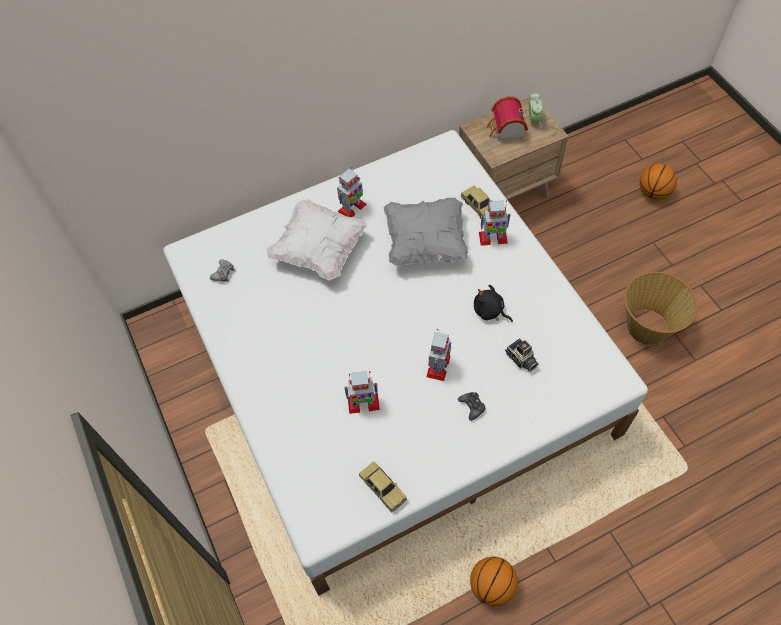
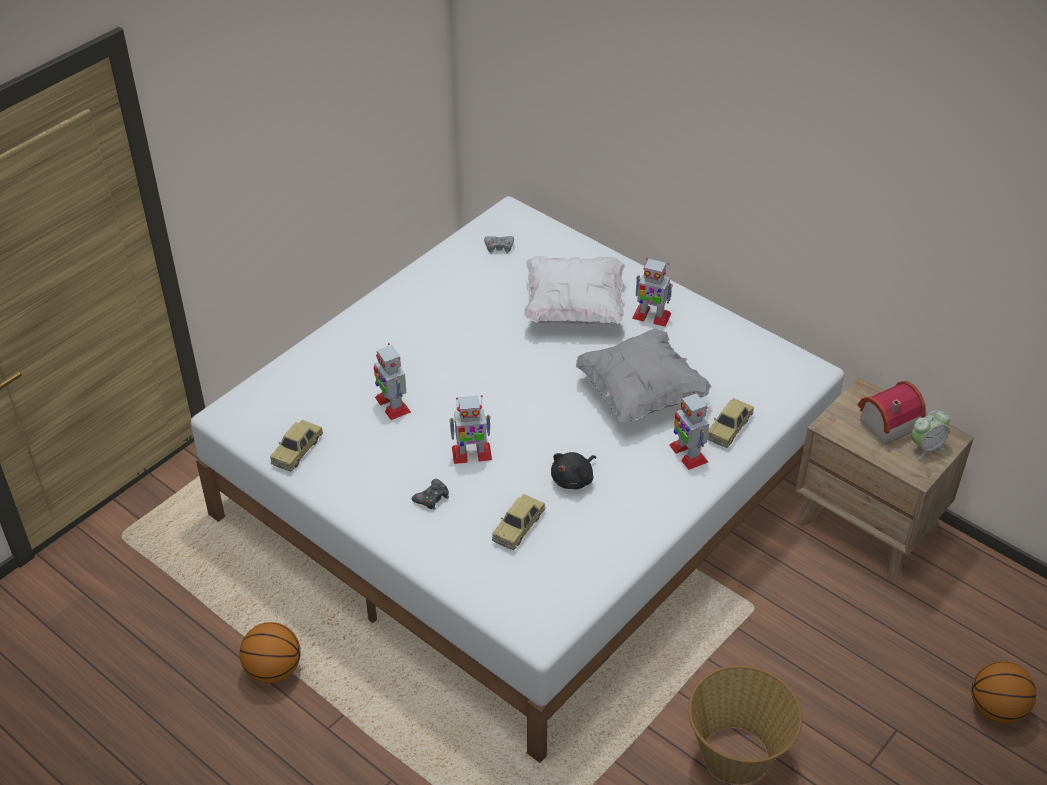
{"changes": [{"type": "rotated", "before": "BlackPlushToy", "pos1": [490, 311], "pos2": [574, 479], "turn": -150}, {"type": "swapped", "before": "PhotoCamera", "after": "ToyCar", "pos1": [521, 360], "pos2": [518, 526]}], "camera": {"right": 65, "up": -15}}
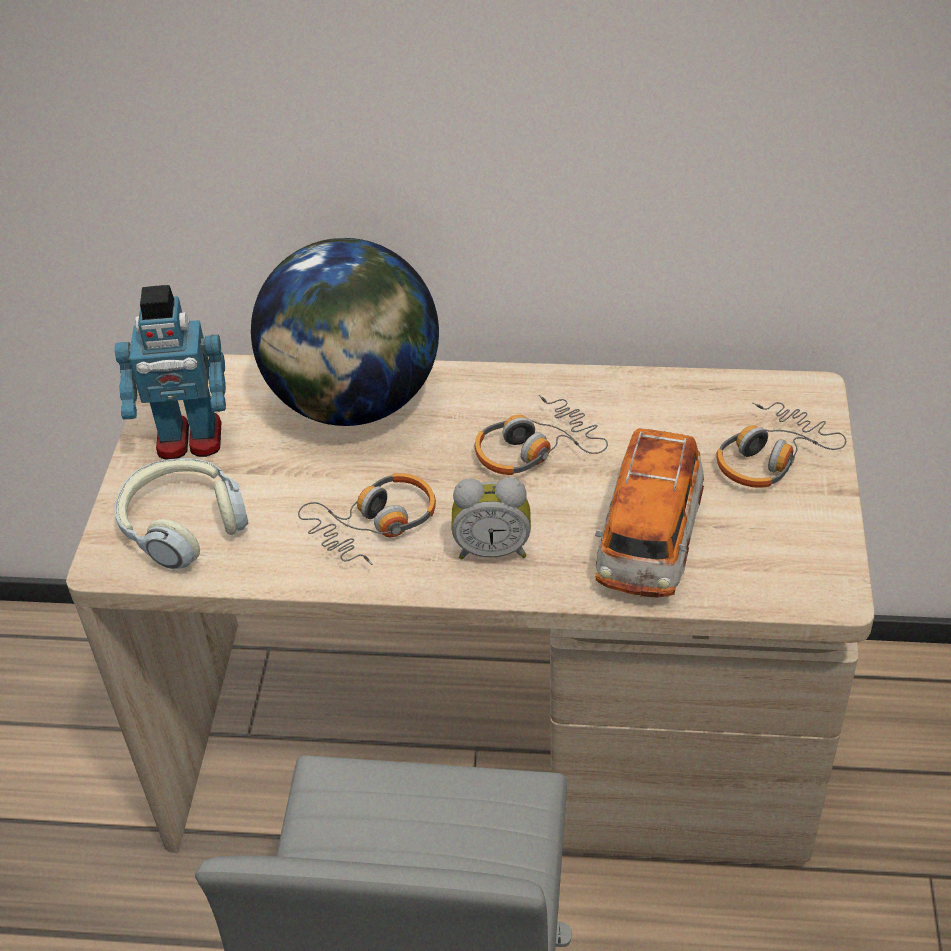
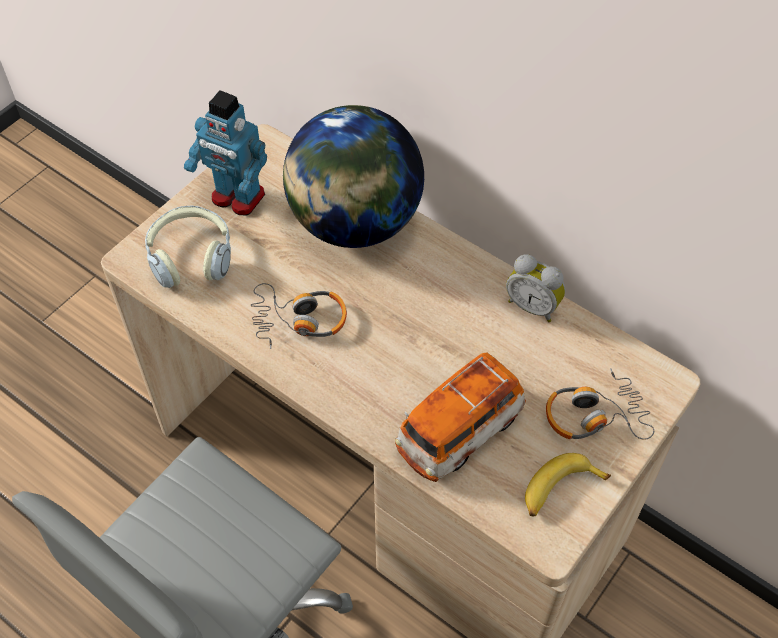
{"changes": [{"type": "shifted", "before": "AlarmClock", "pos1": [492, 548], "pos2": [533, 305]}, {"type": "gone", "before": "Headphones", "pos1": [535, 449]}, {"type": "new", "after": "Banana", "pos2": [559, 490]}], "camera": {"right": 30, "up": 10}}
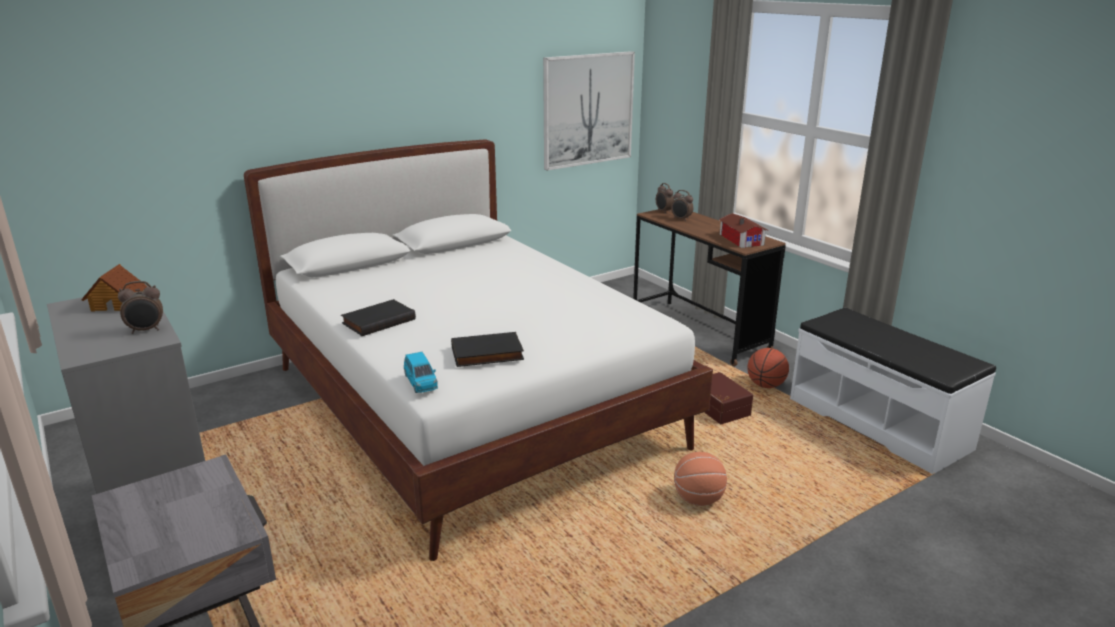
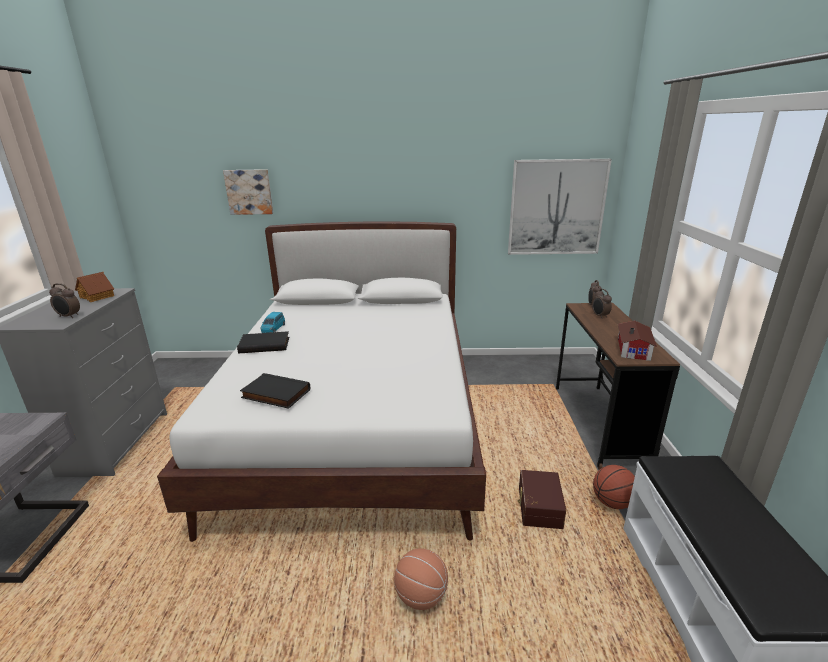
{"changes": [{"type": "shifted", "before": "BlueToyCar", "pos1": [421, 382], "pos2": [273, 329]}, {"type": "new", "after": "Picture", "pos2": [249, 192]}], "camera": {"right": 35, "up": 0}}
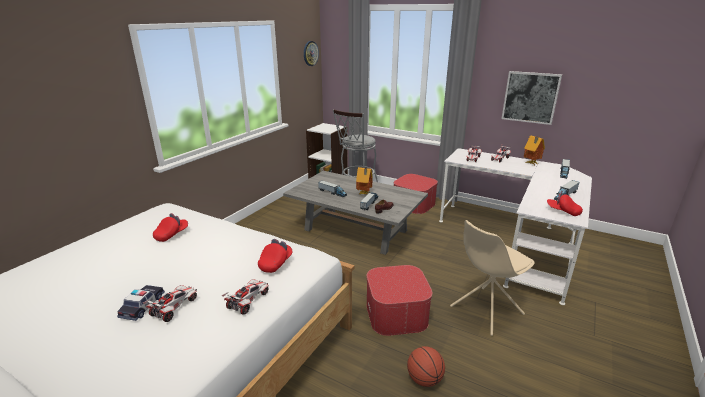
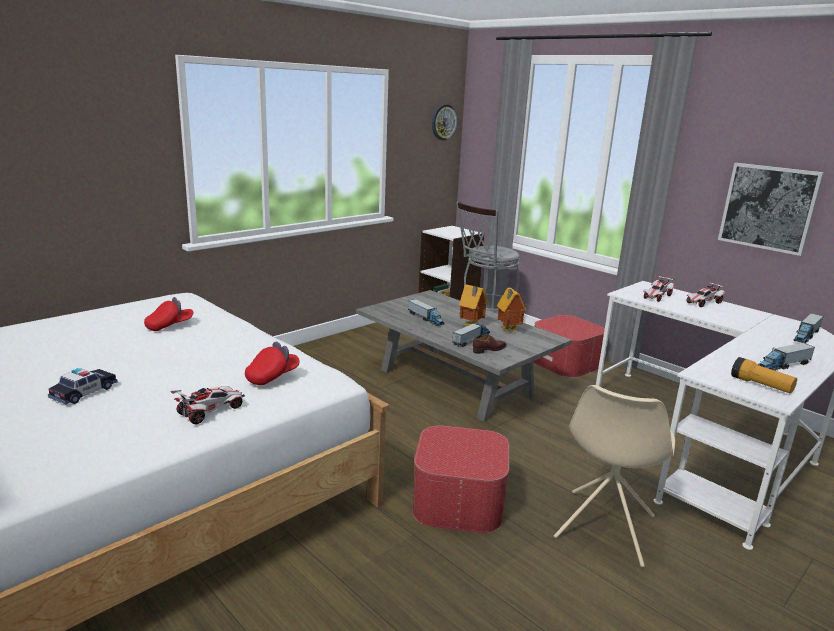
{"changes": [{"type": "gone", "before": "ToyCar", "pos1": [174, 308]}, {"type": "gone", "before": "Basketball", "pos1": [424, 379]}, {"type": "rotated", "before": "BeigeChair", "pos1": [485, 311], "pos2": [604, 528], "turn": -45}, {"type": "shifted", "before": "ToyHouse", "pos1": [531, 164], "pos2": [508, 331]}, {"type": "swapped", "before": "RedCap", "after": "Flashlight", "pos1": [562, 211], "pos2": [761, 385]}], "camera": {"right": 15, "up": -5}}
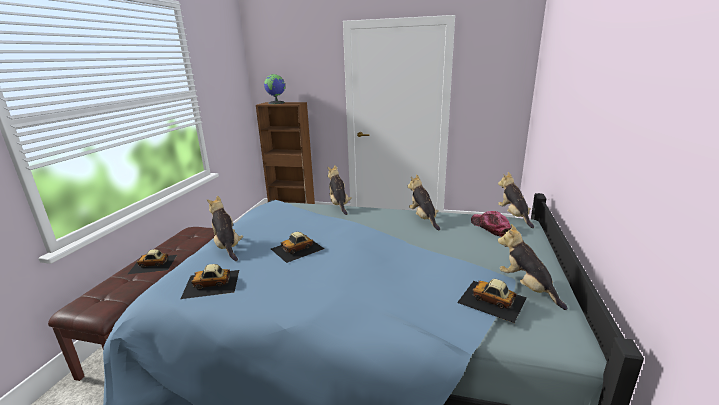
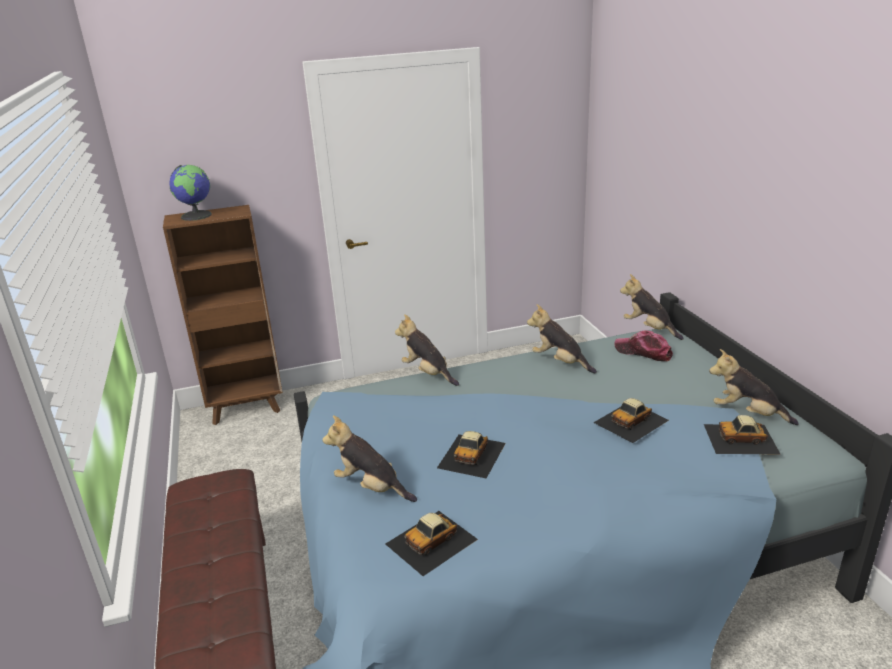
{"changes": [{"type": "shifted", "before": "ToyCar", "pos1": [153, 264], "pos2": [631, 421]}], "camera": {"right": -30, "up": 5}}
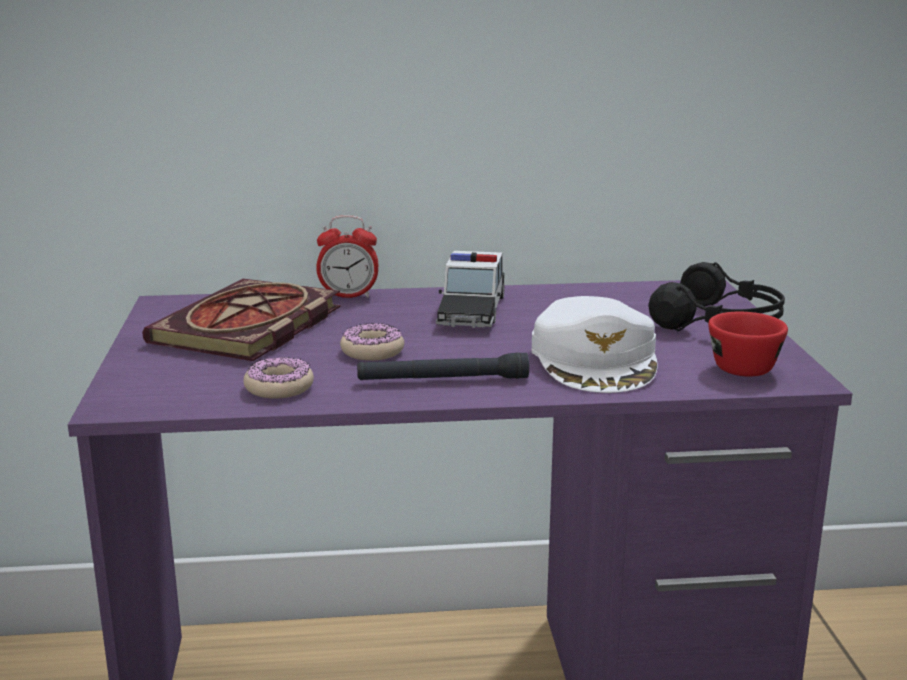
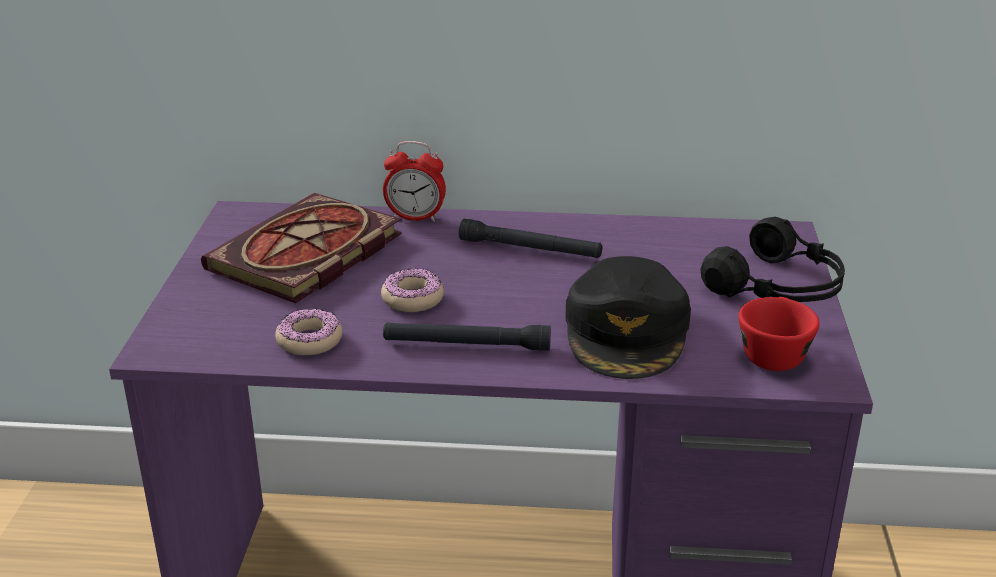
{"changes": [{"type": "swapped", "before": "ToyCar", "after": "BlackFlashlight", "pos1": [472, 311], "pos2": [530, 249]}, {"type": "repainted", "before": "WhiteCap", "after": "BlackCap", "pos1": [596, 360], "pos2": [627, 331]}], "camera": {"right": 10, "up": 10}}
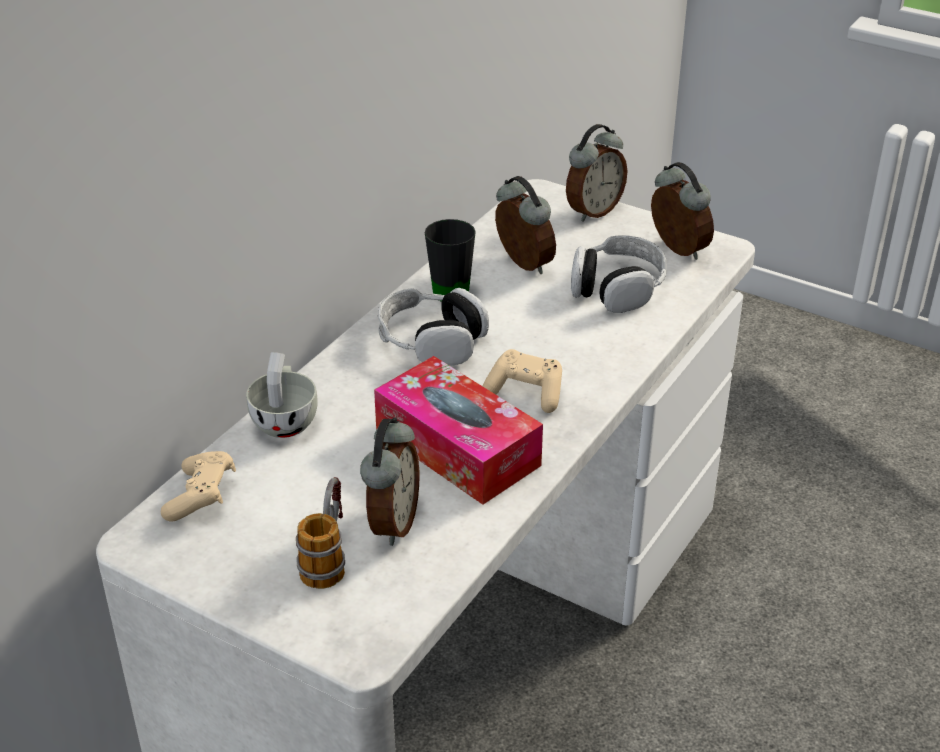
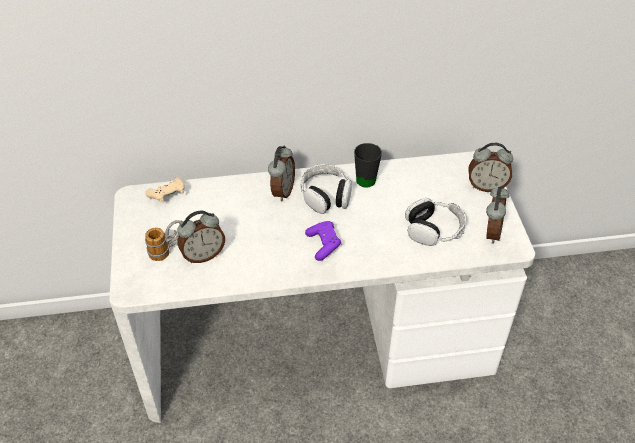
{"changes": [{"type": "gone", "before": "WhiteCup", "pos1": [285, 419]}, {"type": "gone", "before": "TissueBox", "pos1": [457, 448]}, {"type": "repainted", "before": "BeigeGameController", "after": "PurpleGameController", "pos1": [525, 392], "pos2": [323, 245]}, {"type": "shifted", "before": "AlarmClock", "pos1": [522, 265], "pos2": [282, 191]}], "camera": {"right": 50, "up": 10}}
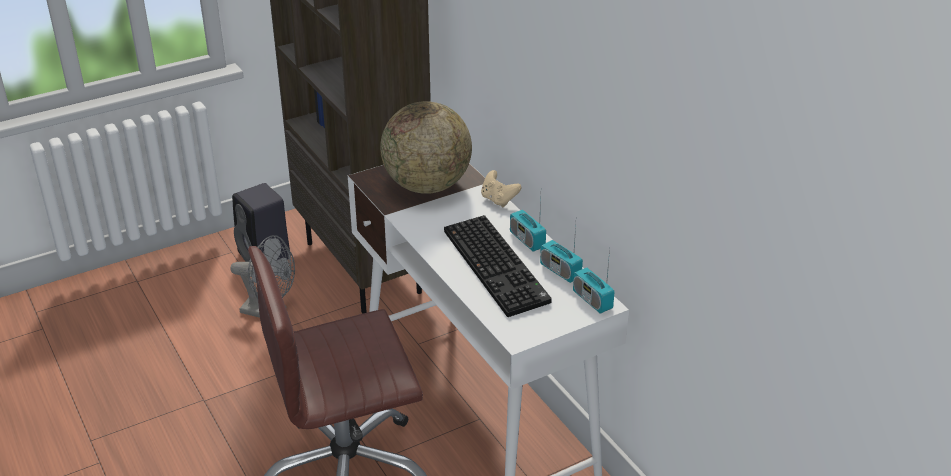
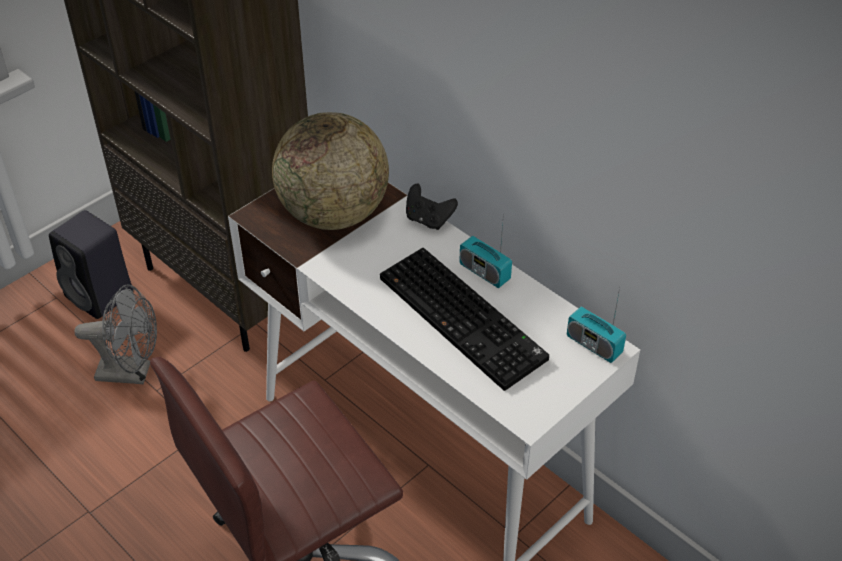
{"changes": [{"type": "repainted", "before": "BeigeGameController", "after": "BlackGameController", "pos1": [498, 200], "pos2": [428, 220]}, {"type": "gone", "before": "Radio", "pos1": [560, 271]}], "camera": {"right": -15, "up": 10}}
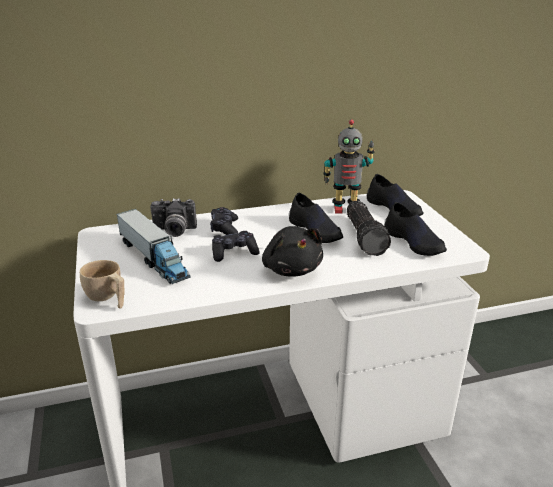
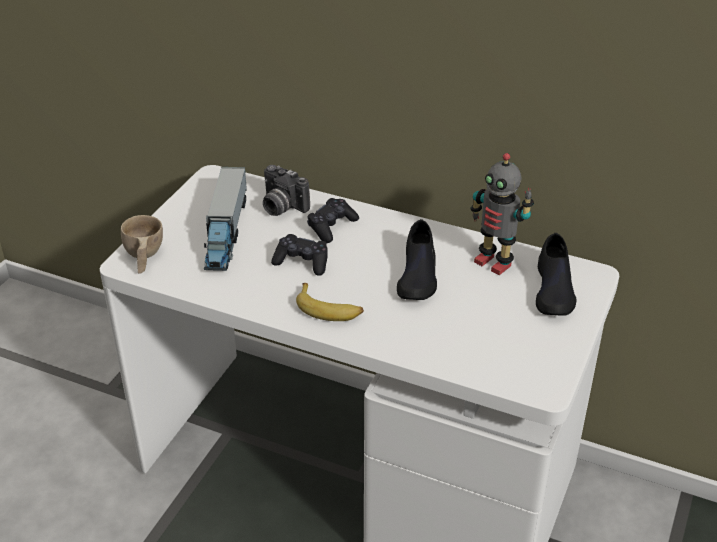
{"changes": [{"type": "swapped", "before": "BlackPlushToy", "after": "Banana", "pos1": [291, 269], "pos2": [329, 309]}, {"type": "gone", "before": "Flashlight", "pos1": [366, 237]}, {"type": "gone", "before": "BlackShoe", "pos1": [414, 242]}], "camera": {"right": 40, "up": 10}}
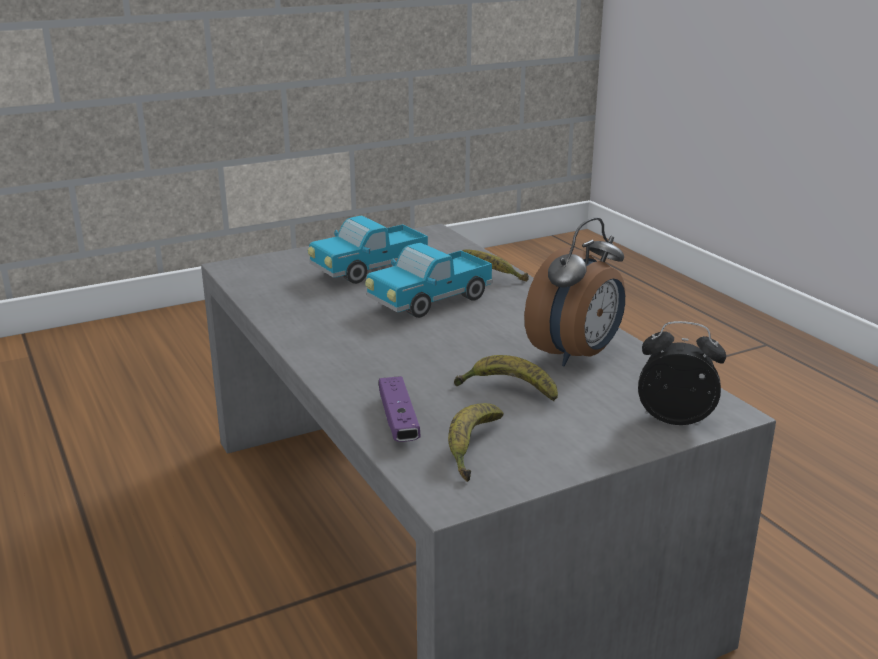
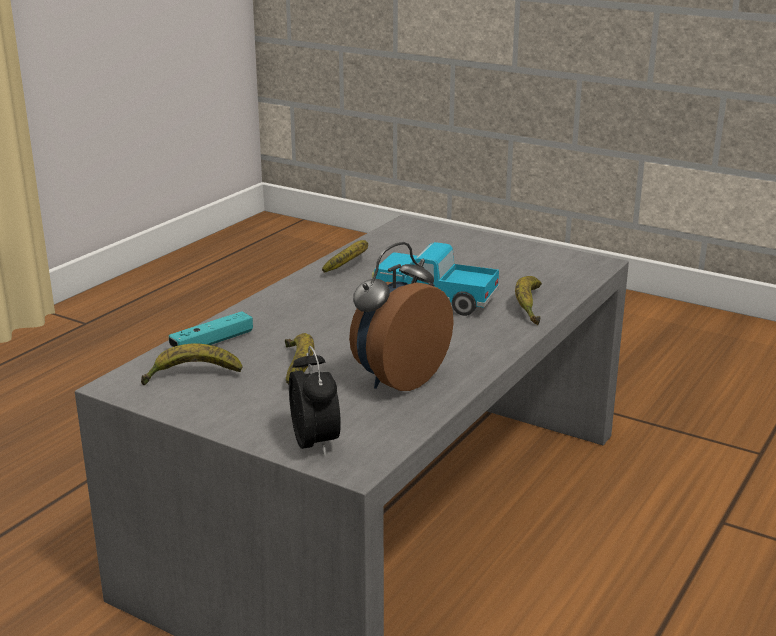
{"changes": [{"type": "gone", "before": "ToyTruck", "pos1": [369, 270]}, {"type": "repainted", "before": "PurpleGameController", "after": "TurquoiseGameController", "pos1": [398, 420], "pos2": [212, 342]}, {"type": "rotated", "before": "AlarmClock", "pos1": [577, 356], "pos2": [397, 379], "turn": 120}, {"type": "new", "after": "Banana", "pos2": [350, 265]}], "camera": {"right": 60, "up": 0}}
